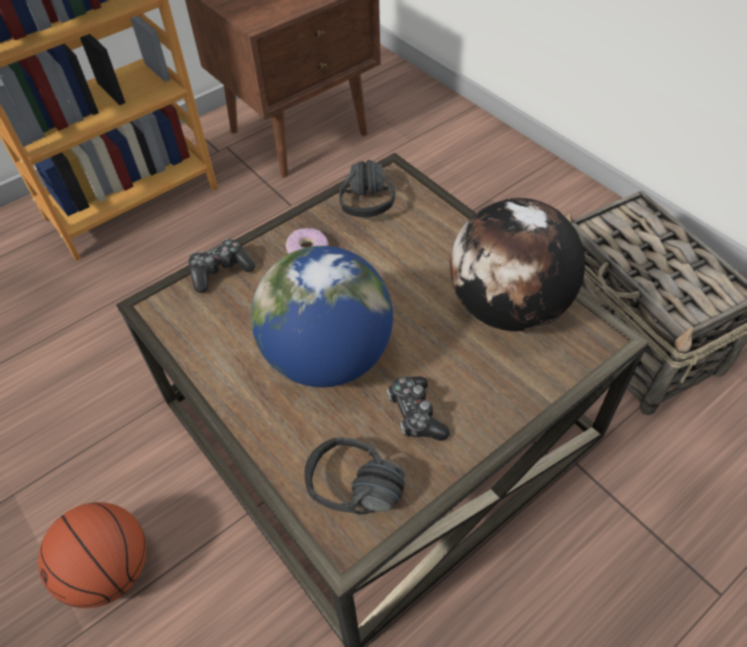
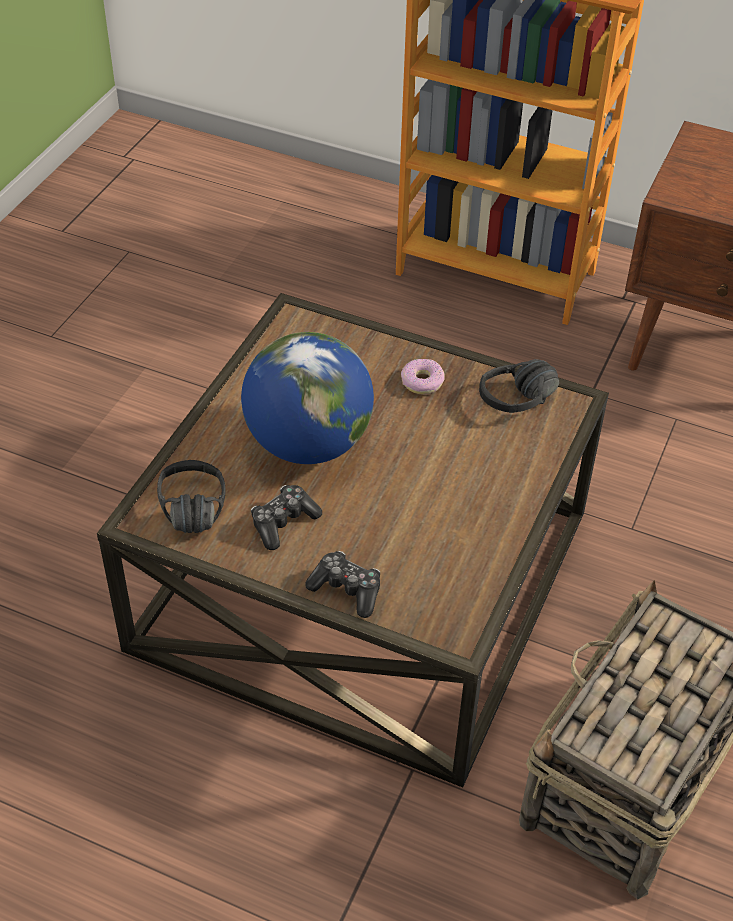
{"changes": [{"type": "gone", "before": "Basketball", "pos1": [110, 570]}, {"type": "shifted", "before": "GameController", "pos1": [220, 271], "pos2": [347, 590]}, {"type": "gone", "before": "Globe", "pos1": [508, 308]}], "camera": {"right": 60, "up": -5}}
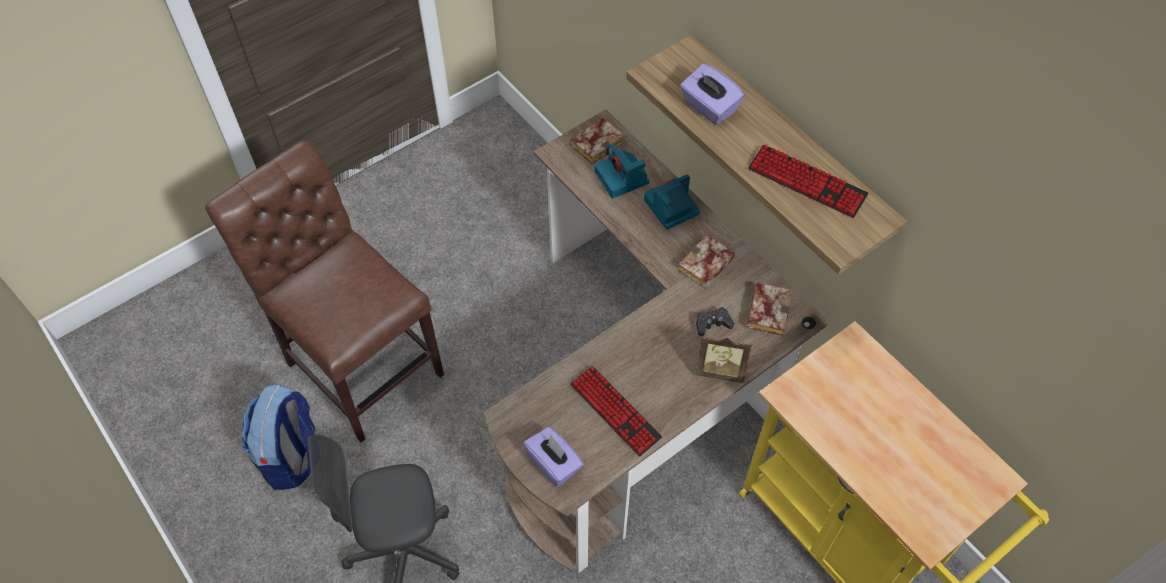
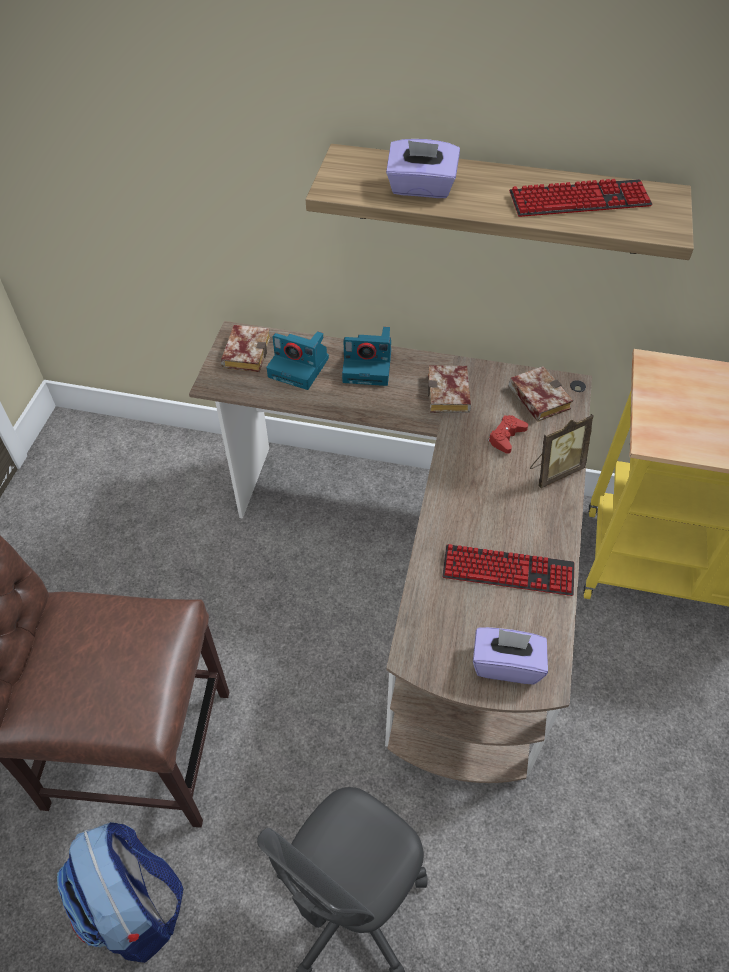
{"changes": [{"type": "rotated", "before": "PhotoCamera", "pos1": [670, 208], "pos2": [368, 366], "turn": -105}, {"type": "repainted", "before": "BlackGameController", "after": "RedGameController", "pos1": [712, 324], "pos2": [506, 437]}], "camera": {"right": -40, "up": -5}}
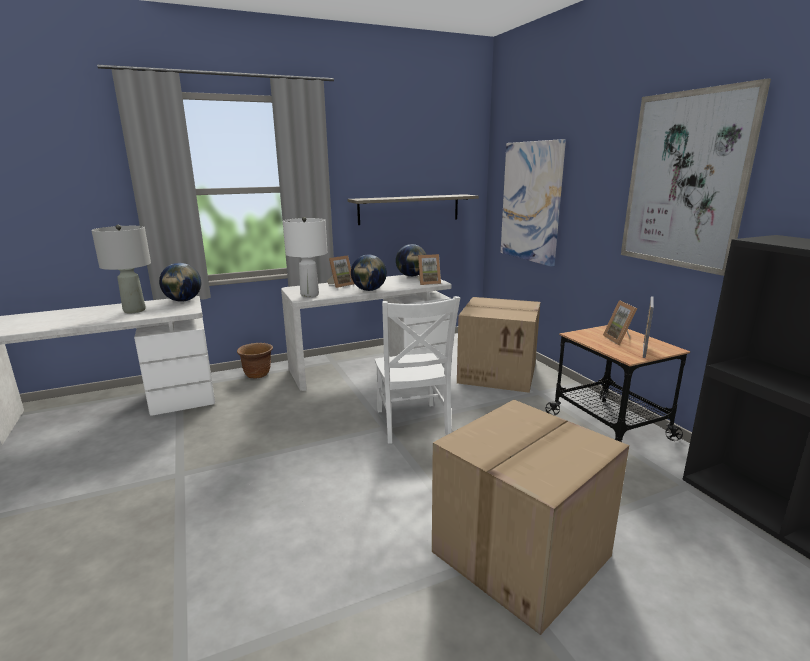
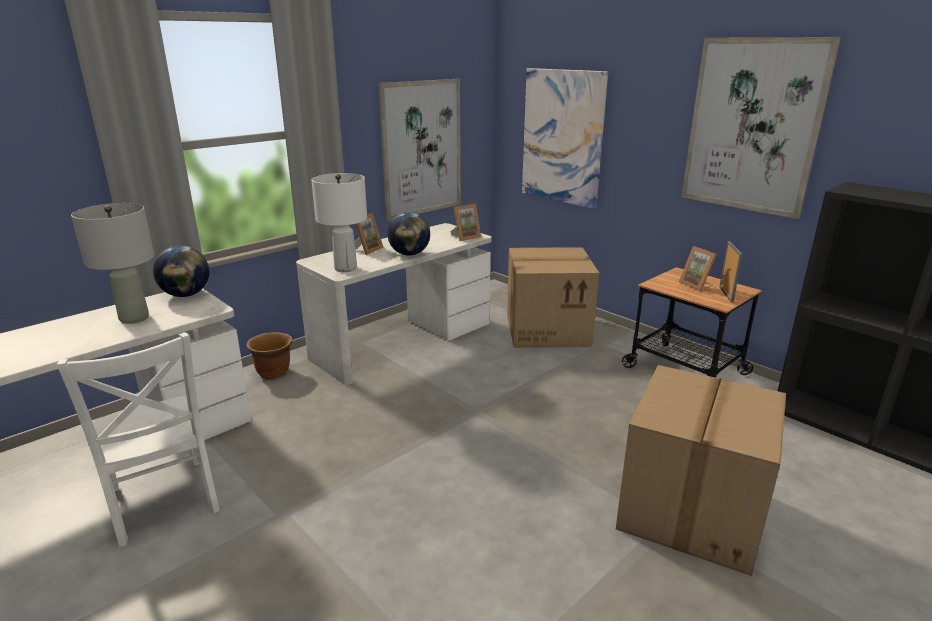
{"changes": [{"type": "swapped", "before": "Shelf", "after": "Picture", "pos1": [409, 209], "pos2": [421, 148]}, {"type": "shifted", "before": "WhiteChair", "pos1": [412, 424], "pos2": [163, 503]}, {"type": "gone", "before": "Globe", "pos1": [411, 276]}], "camera": {"right": -20, "up": 5}}
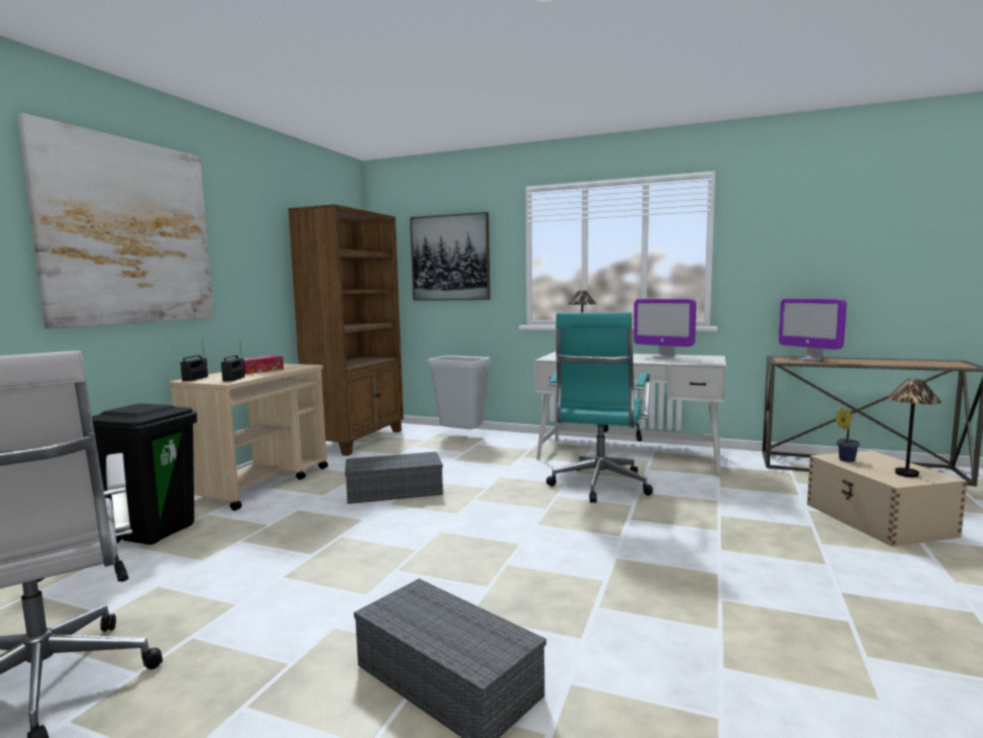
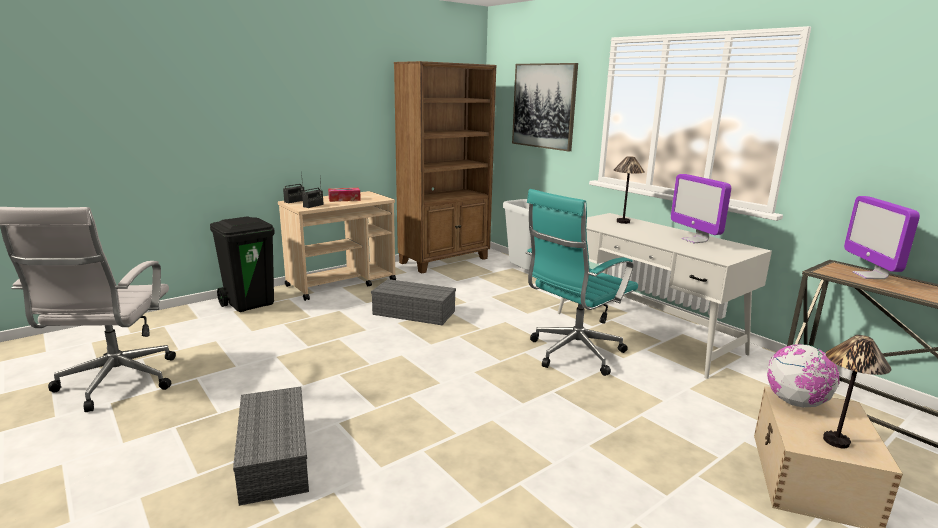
{"changes": [{"type": "gone", "before": "Picture", "pos1": [129, 232]}, {"type": "swapped", "before": "PottedPlant", "after": "Globe", "pos1": [845, 459], "pos2": [796, 403]}], "camera": {"right": 30, "up": 10}}
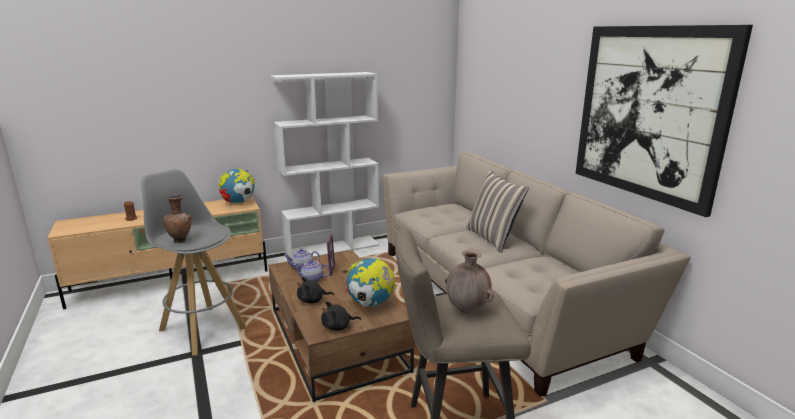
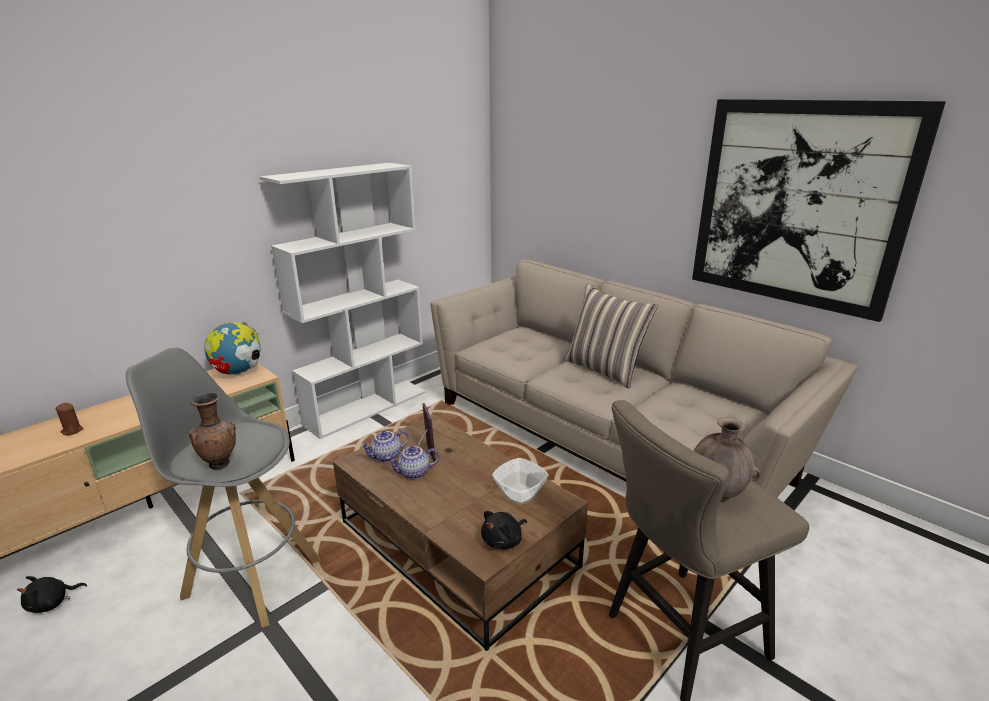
{"changes": [{"type": "shifted", "before": "BlackPlushToy", "pos1": [312, 300], "pos2": [52, 603]}, {"type": "swapped", "before": "Globe", "after": "Bowl", "pos1": [370, 304], "pos2": [519, 494]}], "camera": {"right": -20, "up": 5}}
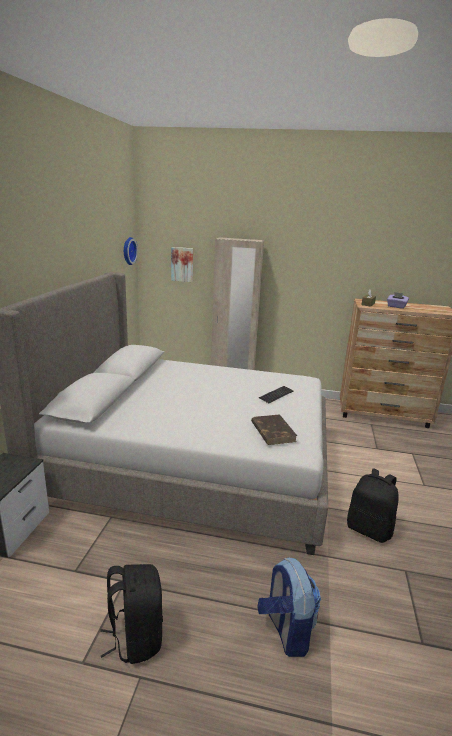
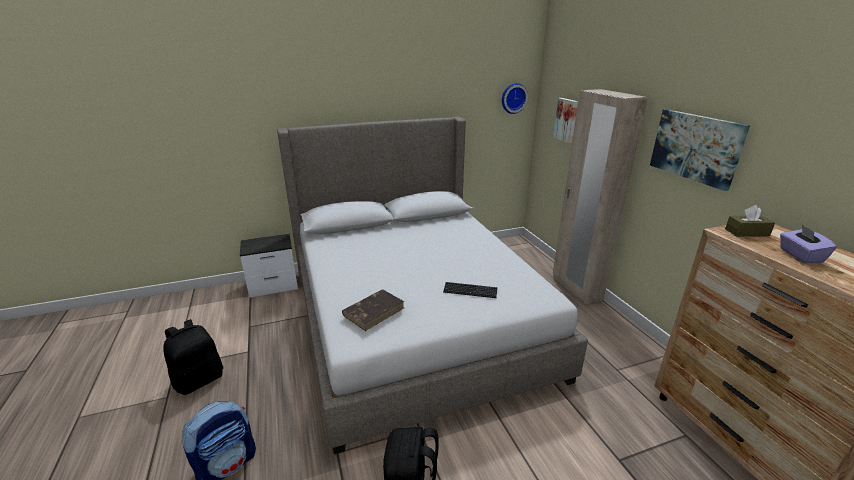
{"changes": [{"type": "new", "after": "Picture", "pos2": [695, 147]}], "camera": {"right": 60, "up": 5}}
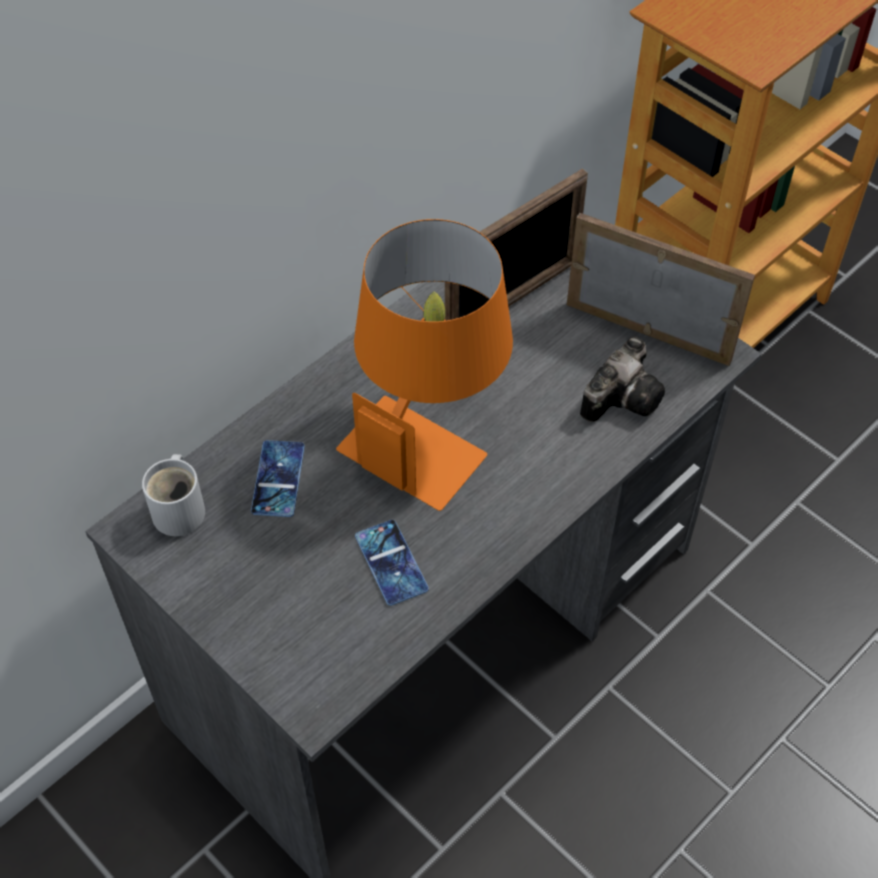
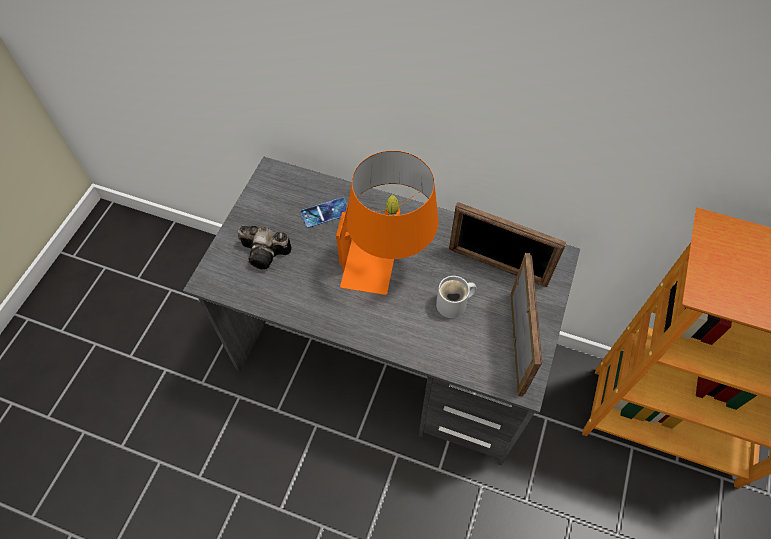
{"changes": [{"type": "shifted", "before": "WhiteMug", "pos1": [181, 509], "pos2": [454, 304]}, {"type": "gone", "before": "Phone", "pos1": [391, 563]}, {"type": "shifted", "before": "PhotoCamera", "pos1": [623, 395], "pos2": [267, 253]}], "camera": {"right": 65, "up": 5}}
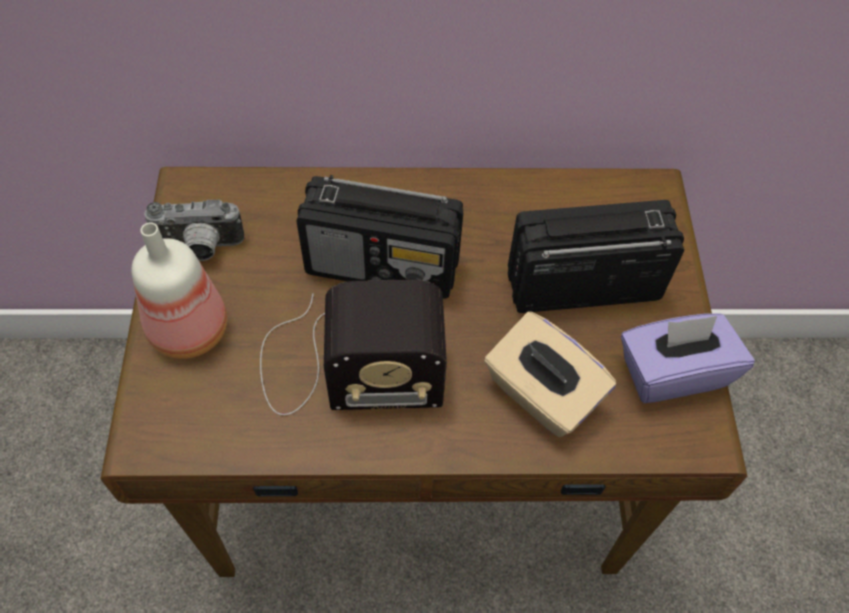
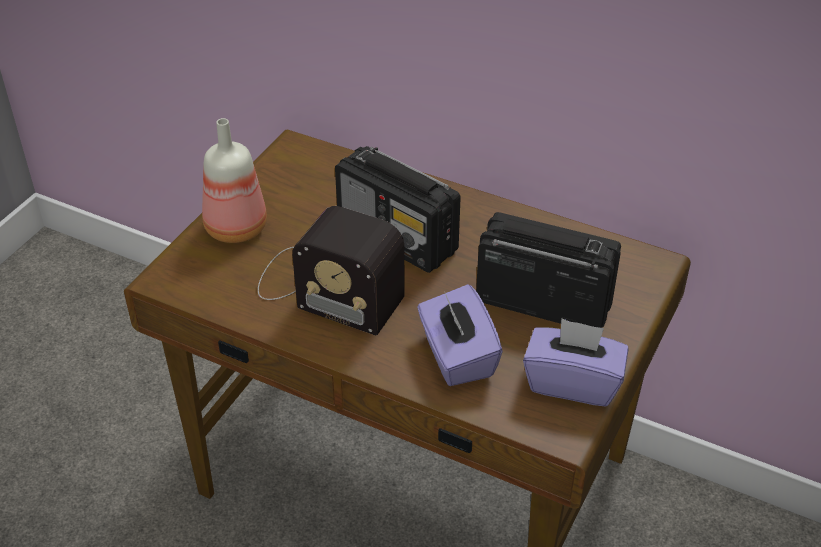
{"changes": [{"type": "gone", "before": "PhotoCamera", "pos1": [199, 248]}, {"type": "repainted", "before": "BeigeTissueBox", "after": "PurpleTissueBox", "pos1": [541, 394], "pos2": [457, 356]}], "camera": {"right": 30, "up": -15}}
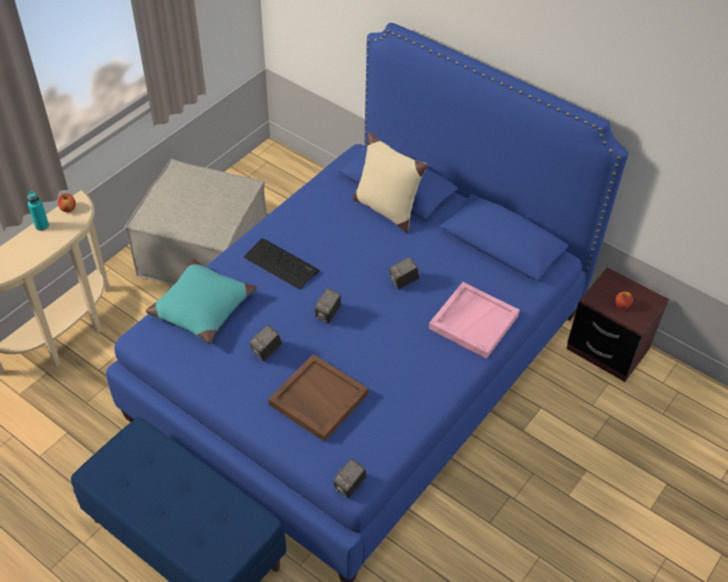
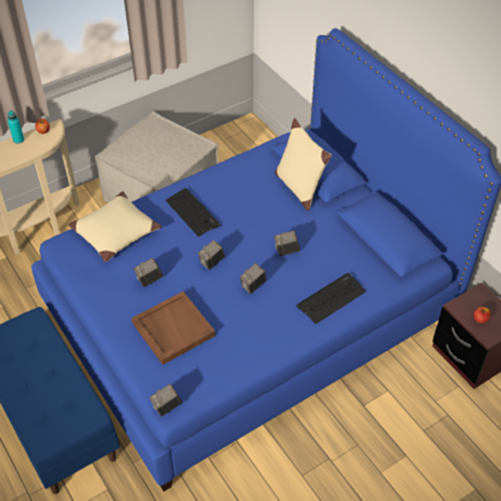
{"changes": [{"type": "repainted", "before": "TurquoisePillow", "after": "BeigePillow", "pos1": [202, 307], "pos2": [115, 232]}, {"type": "swapped", "before": "PinkTray", "after": "Keyboard", "pos1": [473, 321], "pos2": [331, 298]}, {"type": "new", "after": "PhotoCamera", "pos2": [253, 286]}], "camera": {"right": 20, "up": 0}}
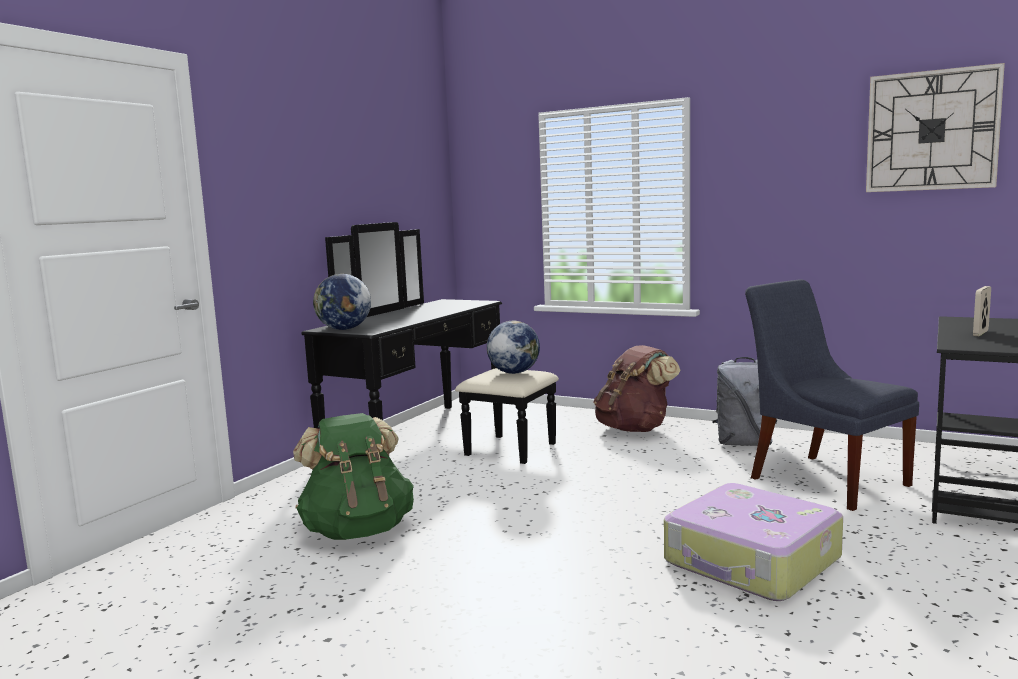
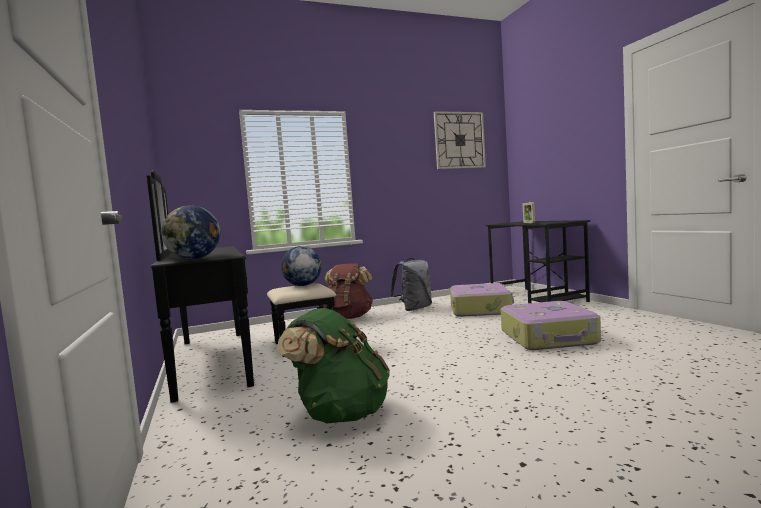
{"changes": [{"type": "swapped", "before": "BlueChair", "after": "Suitcase", "pos1": [823, 479], "pos2": [480, 309]}], "camera": {"right": -50, "up": -5}}
